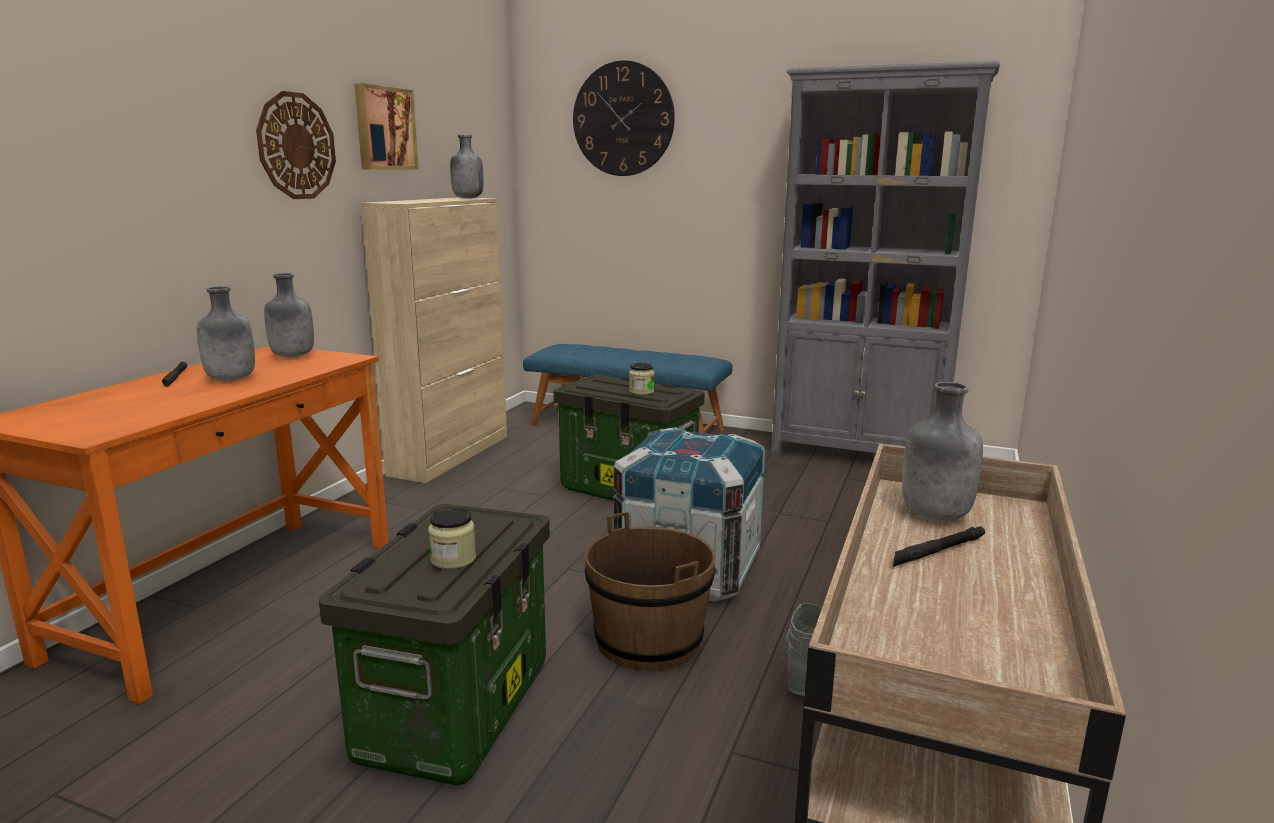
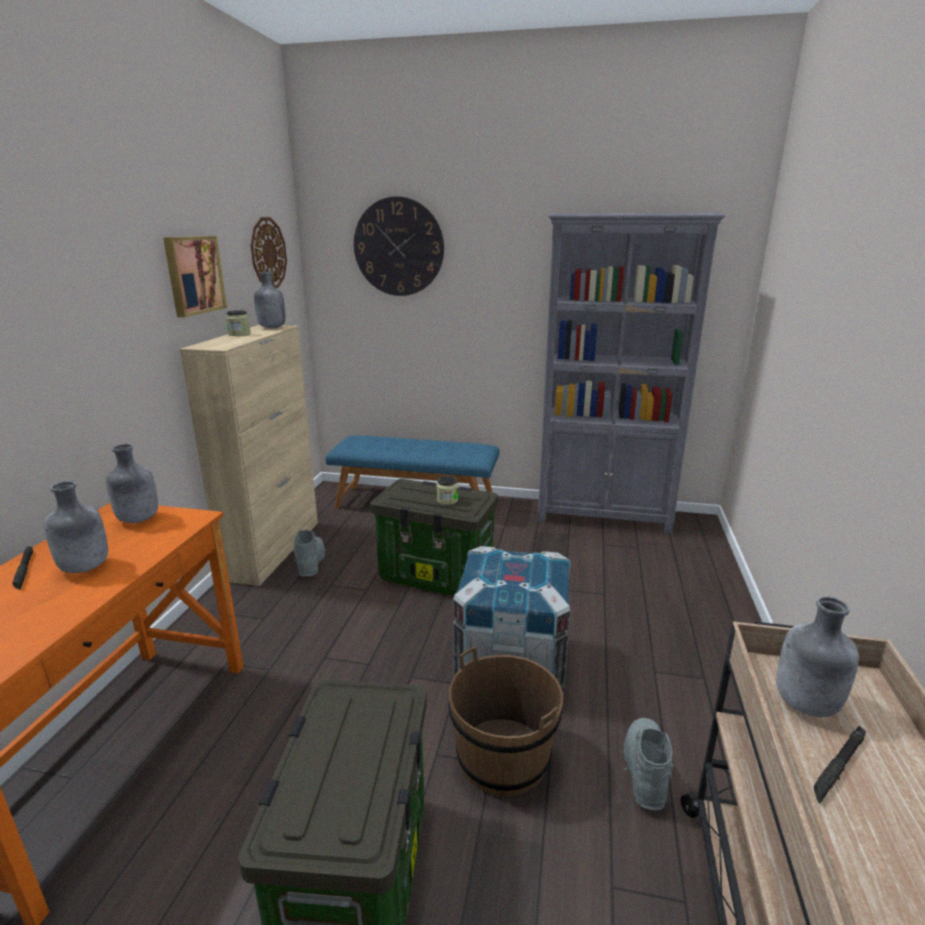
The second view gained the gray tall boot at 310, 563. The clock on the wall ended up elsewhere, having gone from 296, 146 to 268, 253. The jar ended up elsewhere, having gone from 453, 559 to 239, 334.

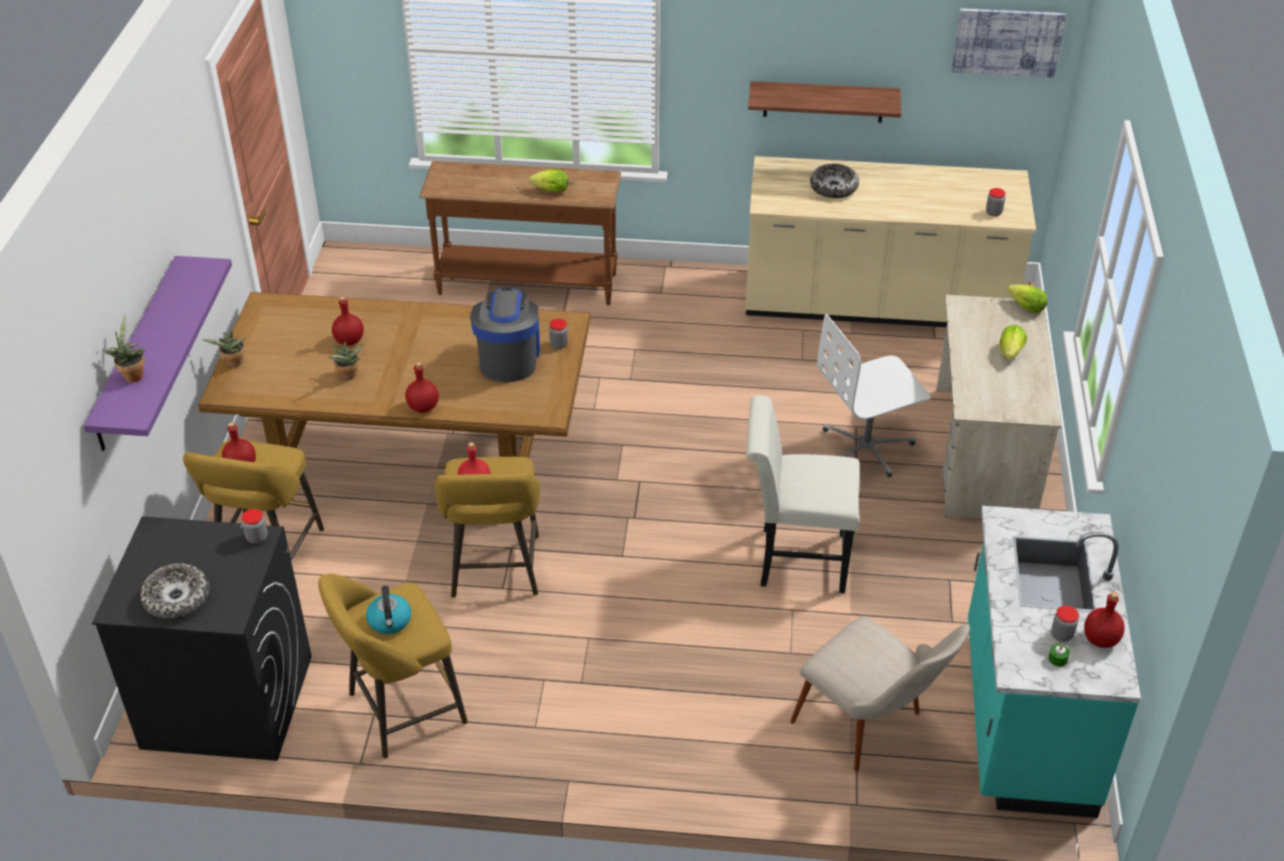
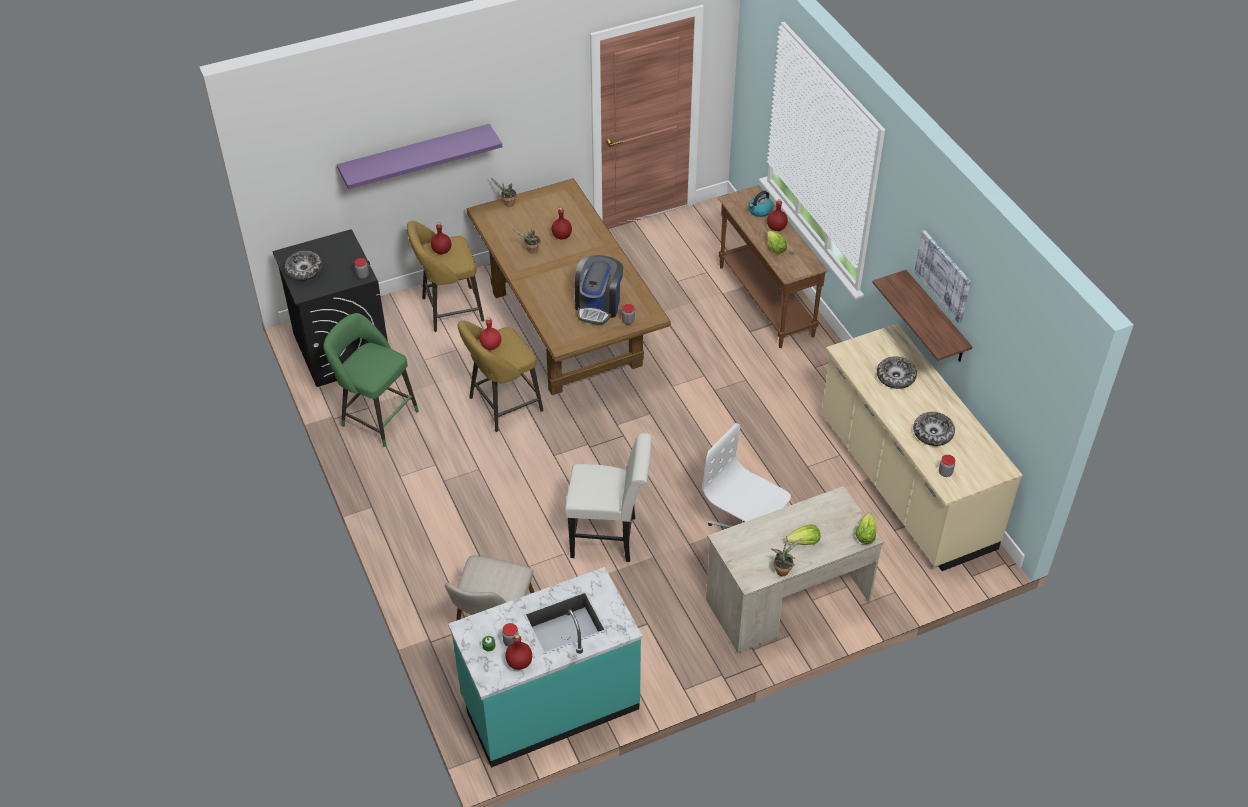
The second view gained the bowl at 933, 433. The houseplant ended up elsewhere, having gone from 132, 375 to 783, 570. The tea kettle ended up elsewhere, having gone from 390, 621 to 760, 211. The red bottle ended up elsewhere, having gone from 424, 407 to 776, 228. The picture ended up elsewhere, having gone from 1007, 42 to 943, 275. What was the yellow stool at 400, 711 turned into the green-coloured stool at 376, 417. The coffee machine at 508, 358 ended up facing another way, 135 degrees clockwise from before. The white chair at 794, 559 ended up facing another way, 120 degrees clockwise from before.

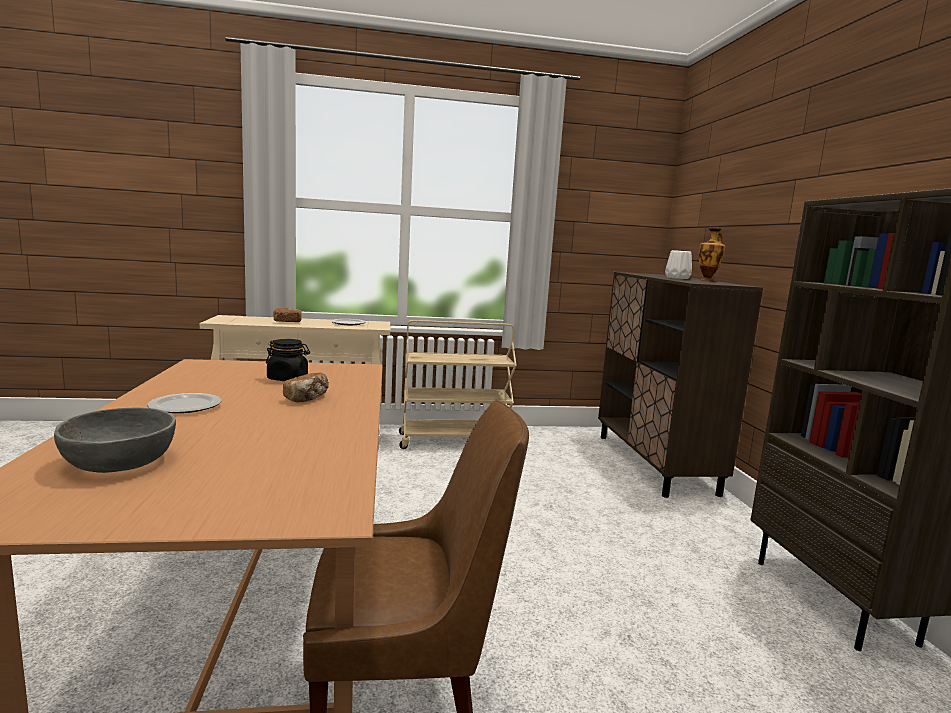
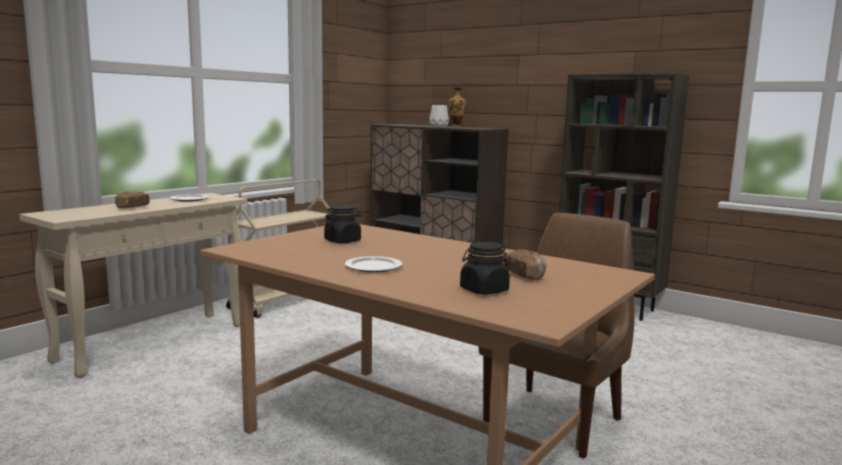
The bread ended up elsewhere, having gone from 307, 398 to 526, 276. Where the gray bowl stood at 120, 462, the black jar came to stand at 484, 290.

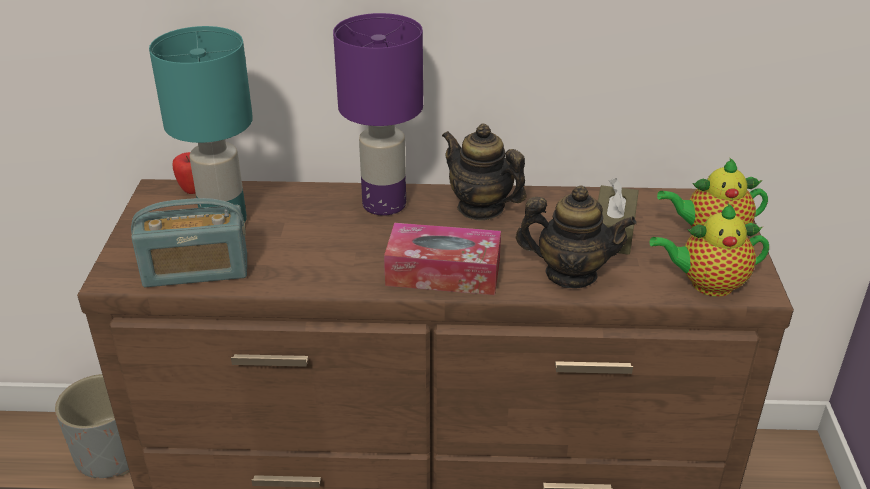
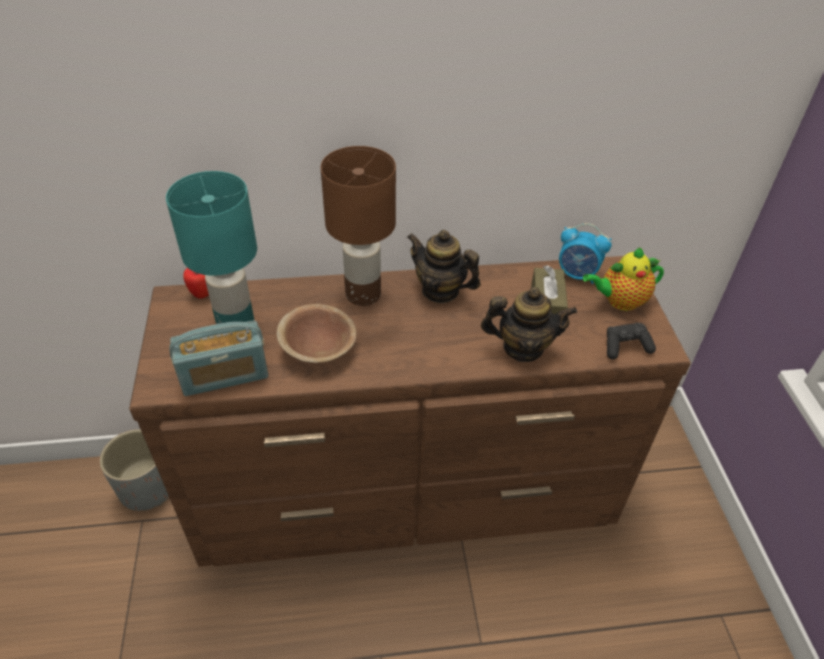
The second view lost the tissue box at 443, 273. The second view gained the brownish bowl at 318, 347. The second view gained the alarm clock at 577, 275. Where the pot for tea stood at 707, 284, the black game controller came to stand at 625, 347. What was the purplish lamp for a table at 384, 204 turned into the brownish lamp for a table at 363, 294.

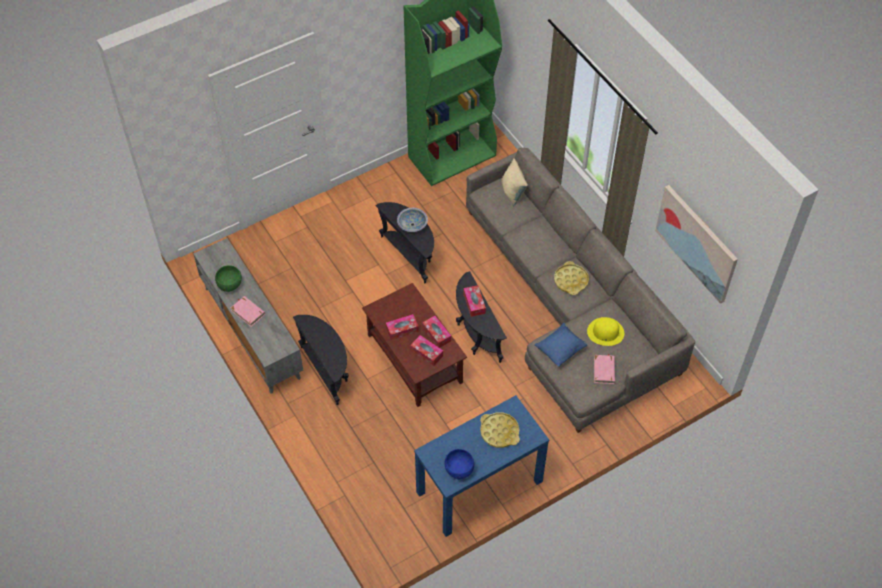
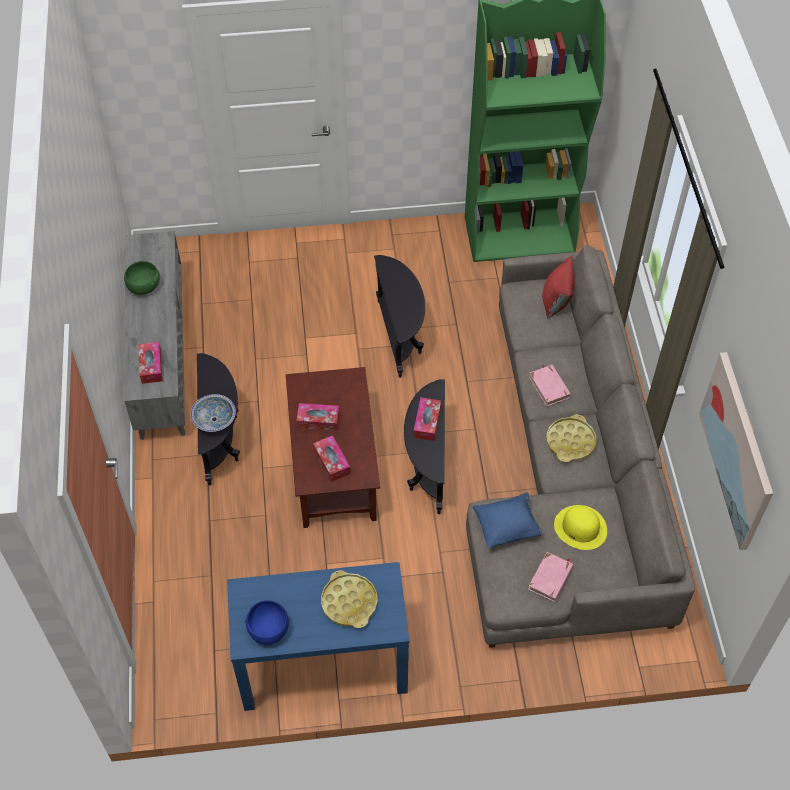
The pinkish volume ended up elsewhere, having gone from 248, 312 to 549, 387. The bowl ended up elsewhere, having gone from 412, 224 to 214, 419. The tissue box ended up elsewhere, having gone from 436, 334 to 151, 366. What was the beige throw pillow at 513, 192 turned into the red throw pillow at 556, 301.

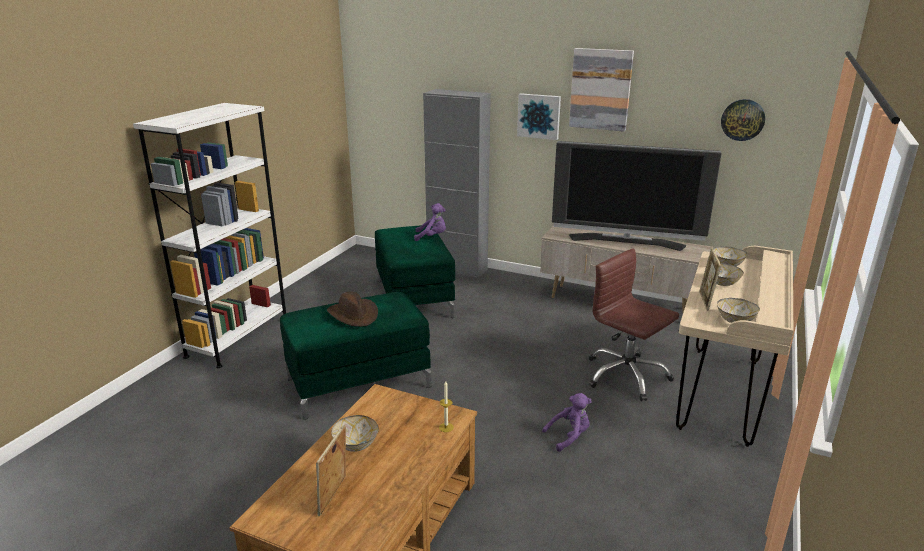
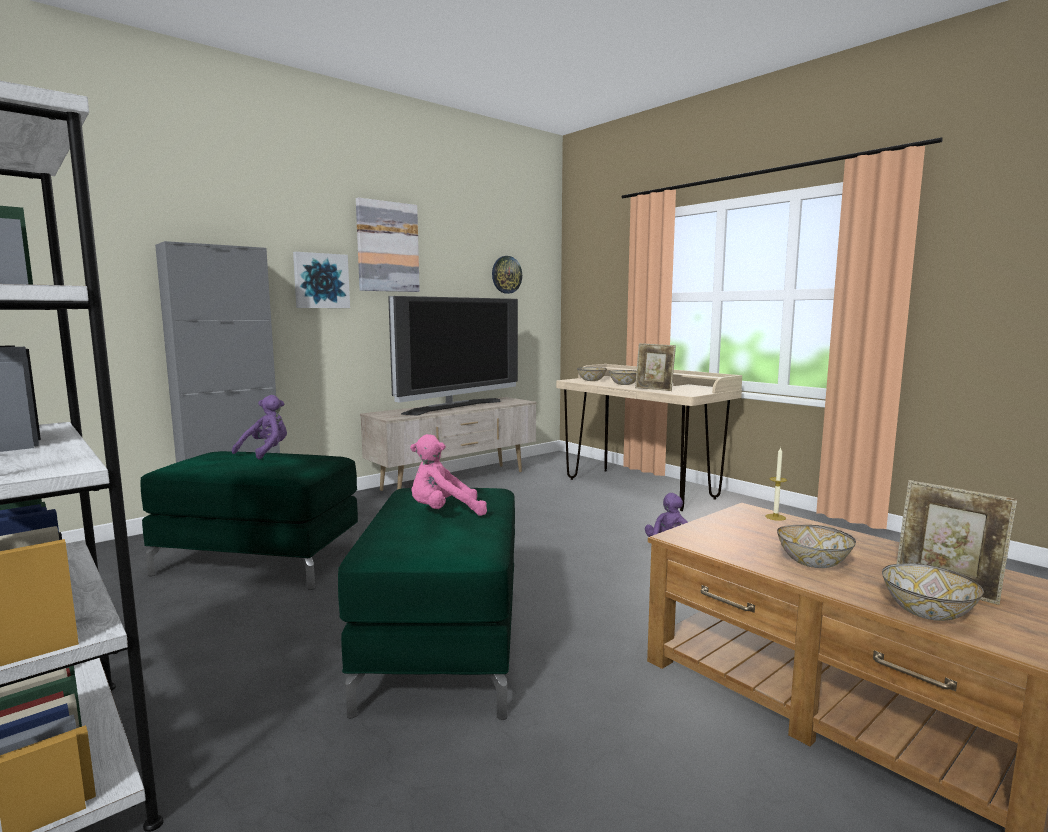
The second view lost the brownish desk chair at 626, 376. The bowl ended up elsewhere, having gone from 734, 320 to 926, 613. Where the brownish wearable hat stood at 354, 315, the pinkish cuddly toy came to stand at 444, 513.

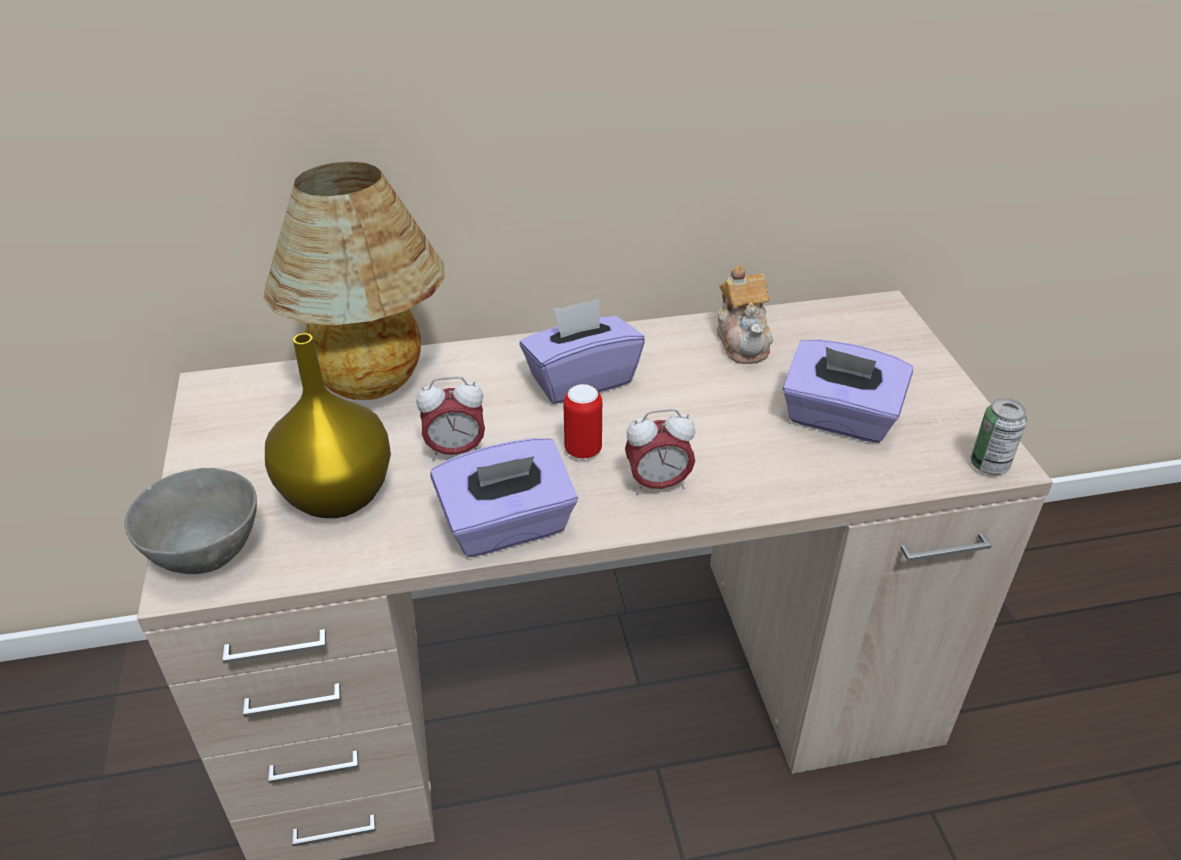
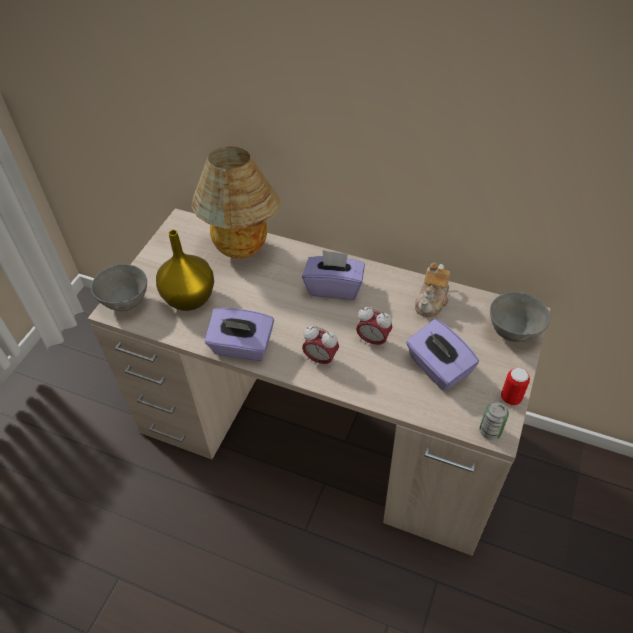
The second view gained the gray bowl at 513, 332. The alarm clock ended up elsewhere, having gone from 455, 451 to 373, 340. The sealed can ended up elsewhere, having gone from 583, 450 to 511, 398.

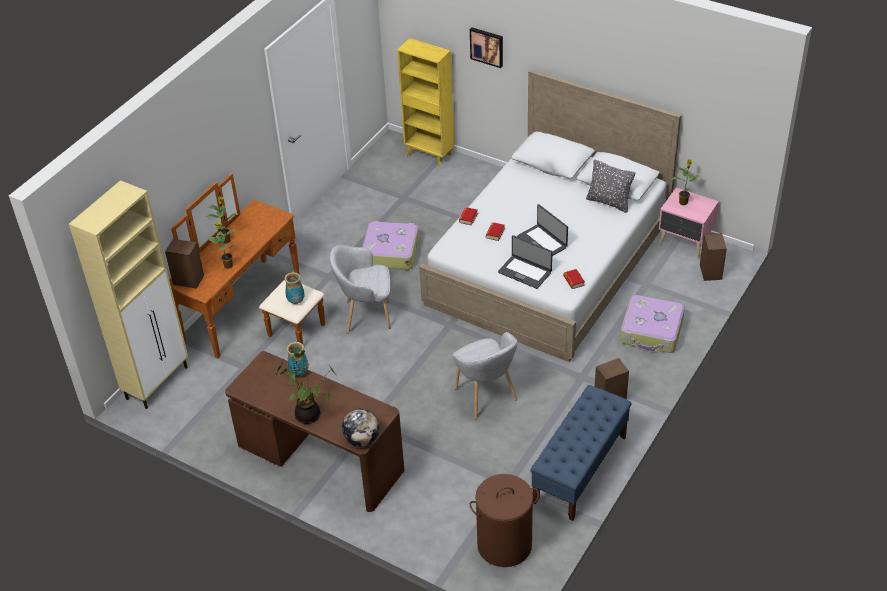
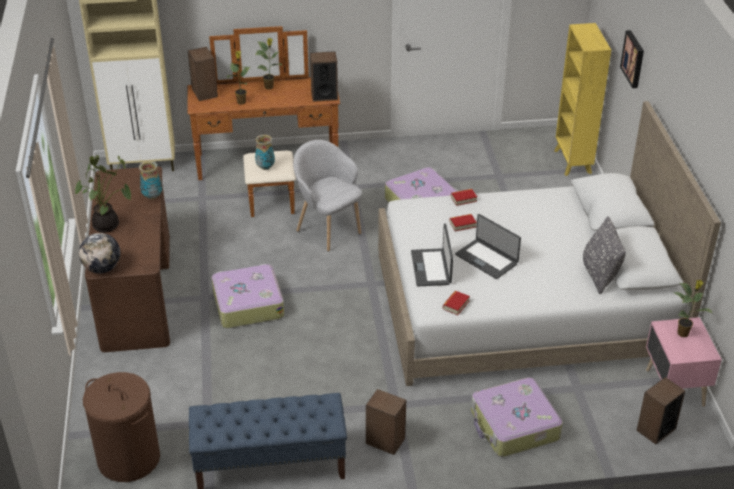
The second view lost the gray easy chair at 485, 396. The second view gained the piece of luggage at 247, 304. The second view gained the audio speaker at 324, 95. The notebook computer at 542, 242 ended up facing another way, 60 degrees counterclockwise from before.

